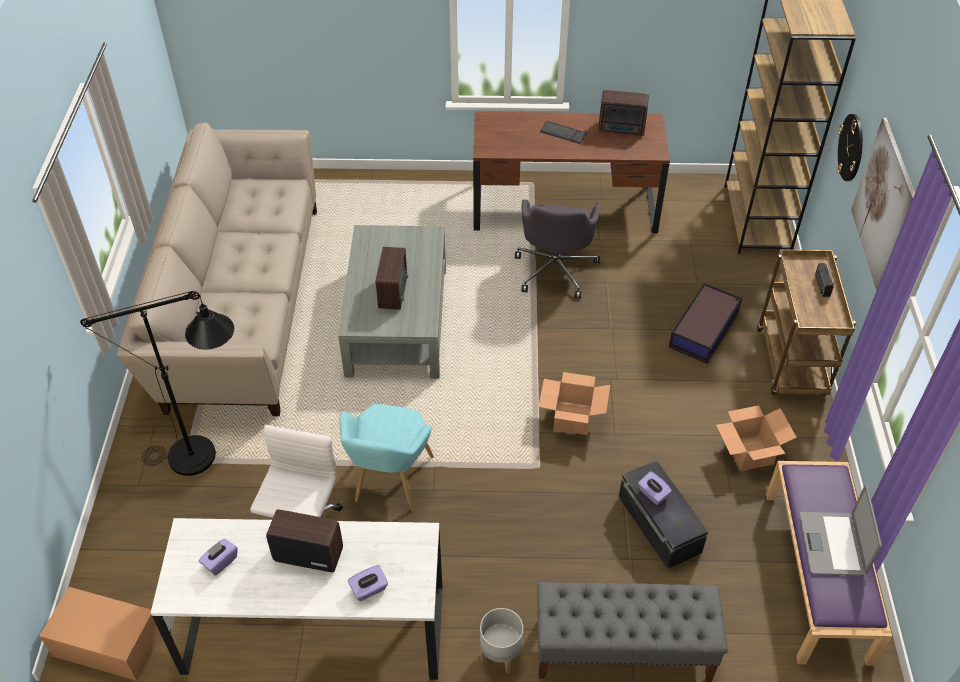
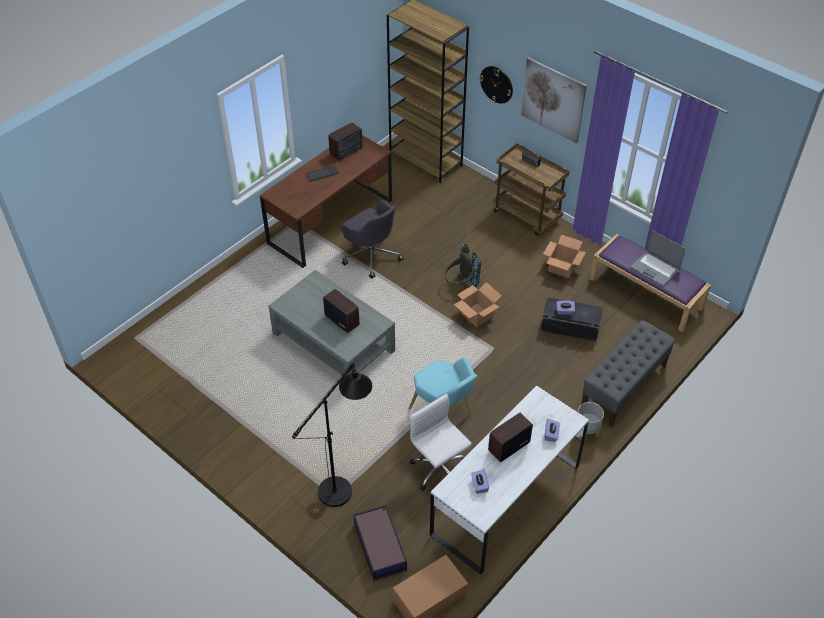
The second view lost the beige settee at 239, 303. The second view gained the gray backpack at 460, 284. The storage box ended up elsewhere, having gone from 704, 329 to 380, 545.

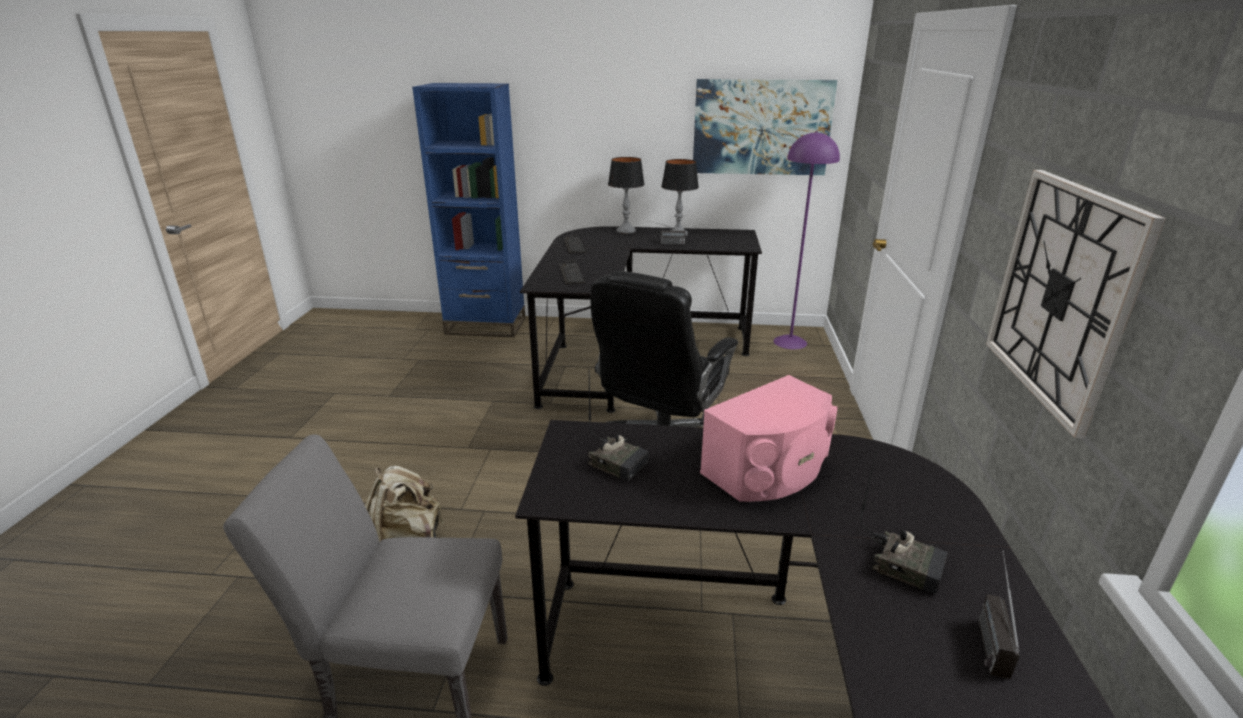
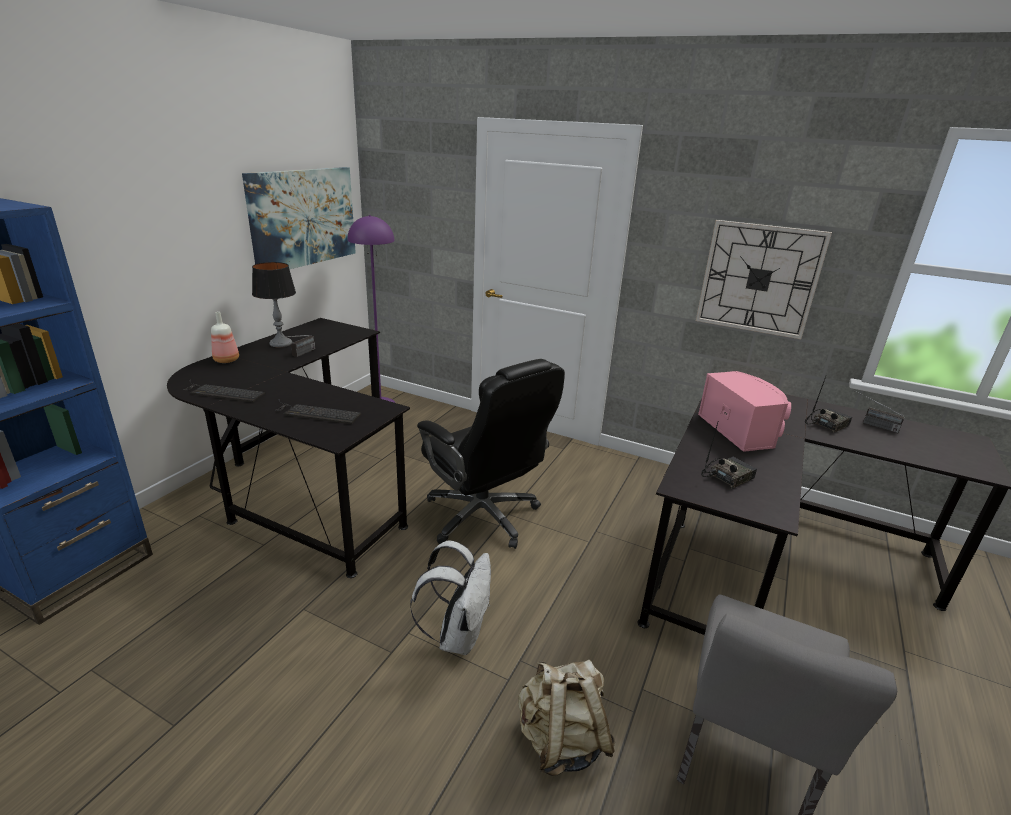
The second view gained the white backpack at 458, 635. Where the lamp for a table stood at 626, 231, the bottle came to stand at 226, 360.

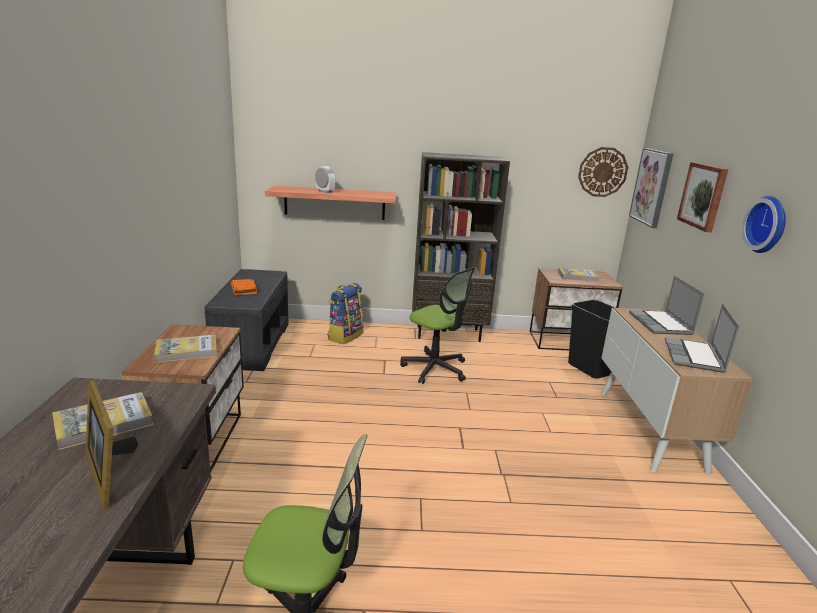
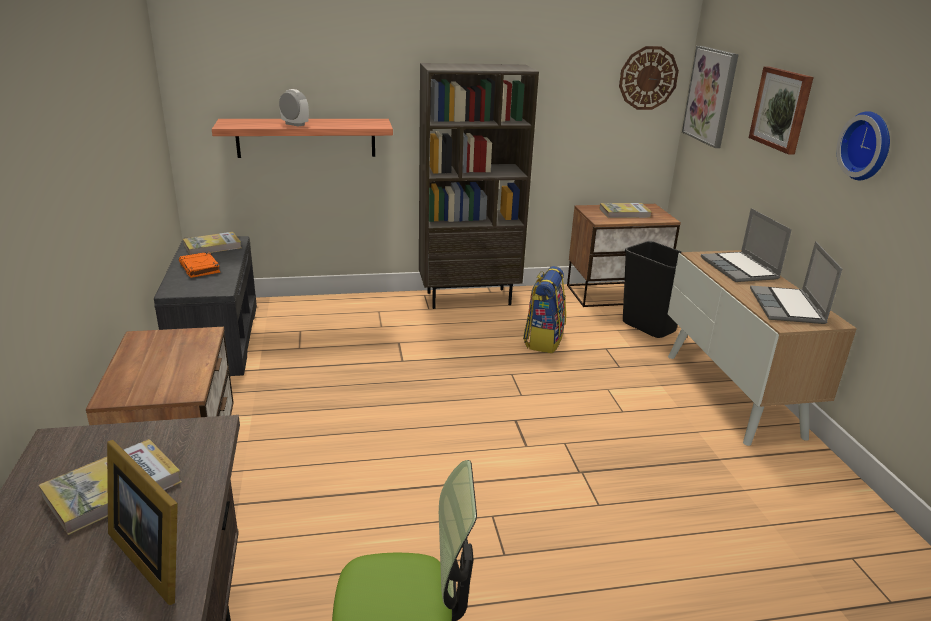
The second view lost the desk chair at 435, 368. The volume ended up elsewhere, having gone from 186, 351 to 212, 246. The backpack ended up elsewhere, having gone from 345, 336 to 543, 340.

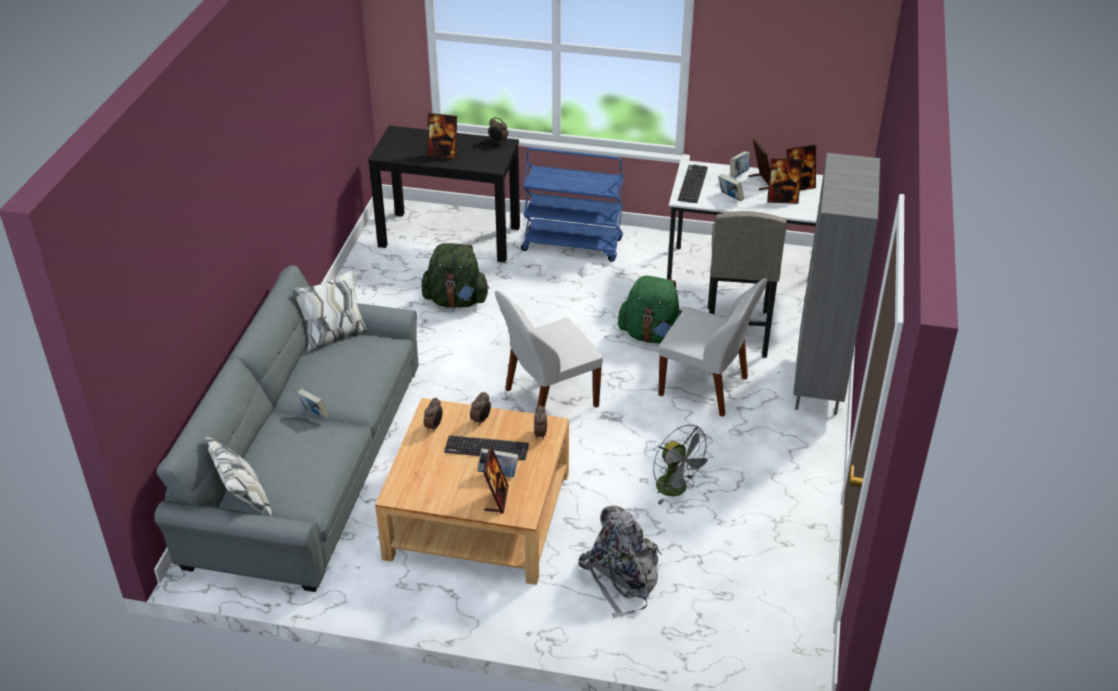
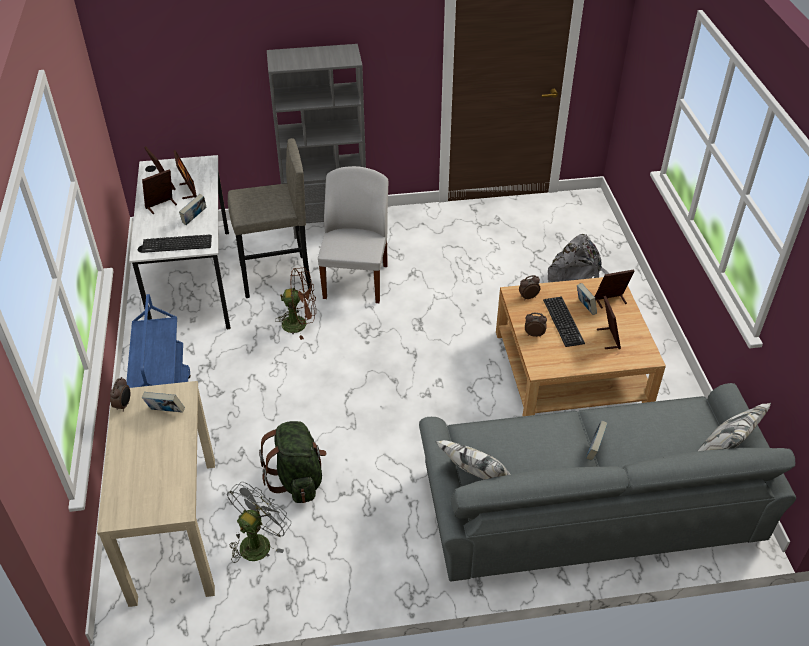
The second view lost the alarm clock at 434, 426. The second view lost the white chair at 548, 398. The photo frame ended up elsewhere, having gone from 443, 154 to 608, 338. The gray fan ended up elsewhere, having gone from 677, 489 to 258, 541. The volume ended up elsewhere, having gone from 738, 174 to 166, 412. Where the green-coloured backpack stood at 652, 335, the brownish fan came to stand at 300, 324. What was the black narrow table at 450, 236 turned into the beige narrow table at 174, 528.

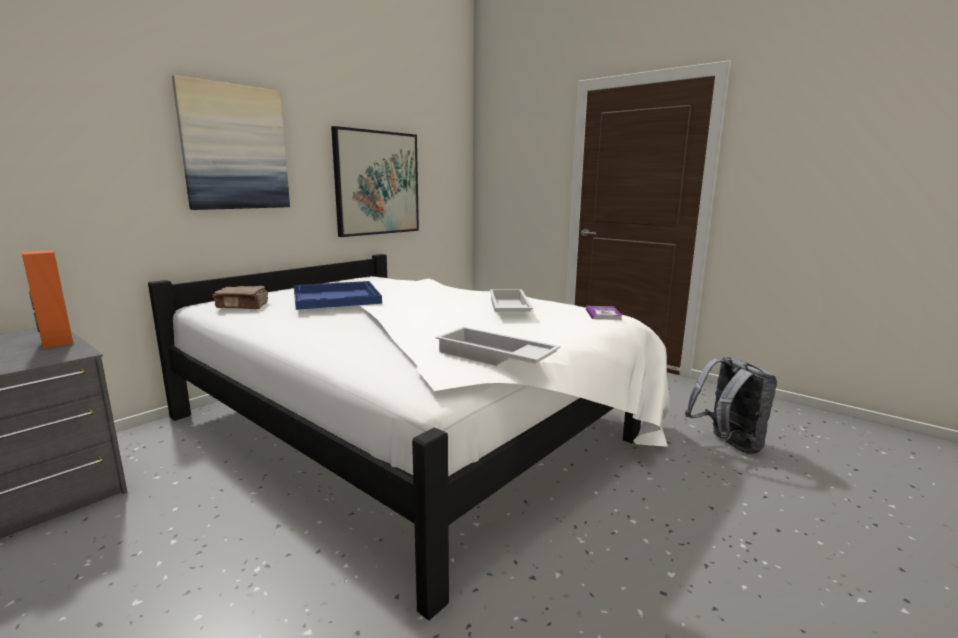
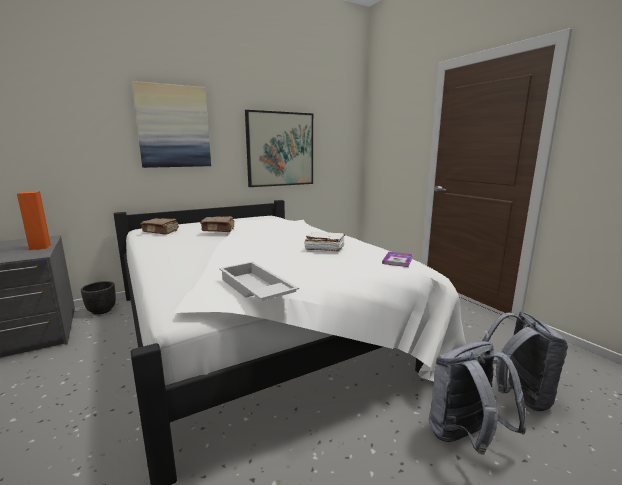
The second view gained the black planter at 101, 311. The second view gained the gray backpack at 465, 438. Where the blue carrying tray stood at 337, 297, the brownish volume came to stand at 218, 230. Where the white carrying tray stood at 508, 309, the white volume came to stand at 324, 248.

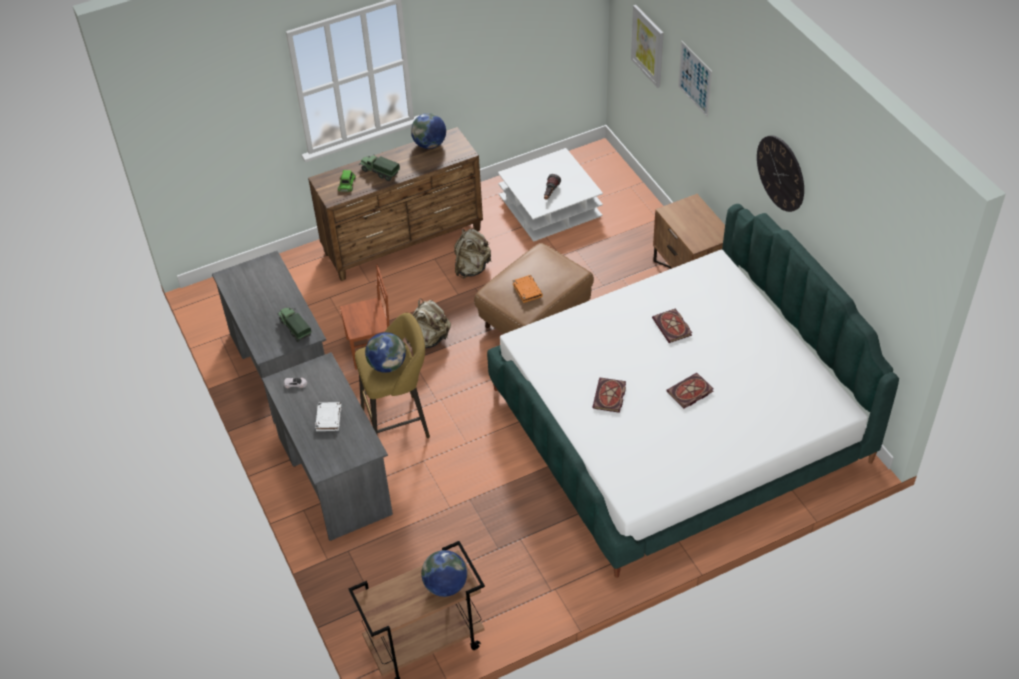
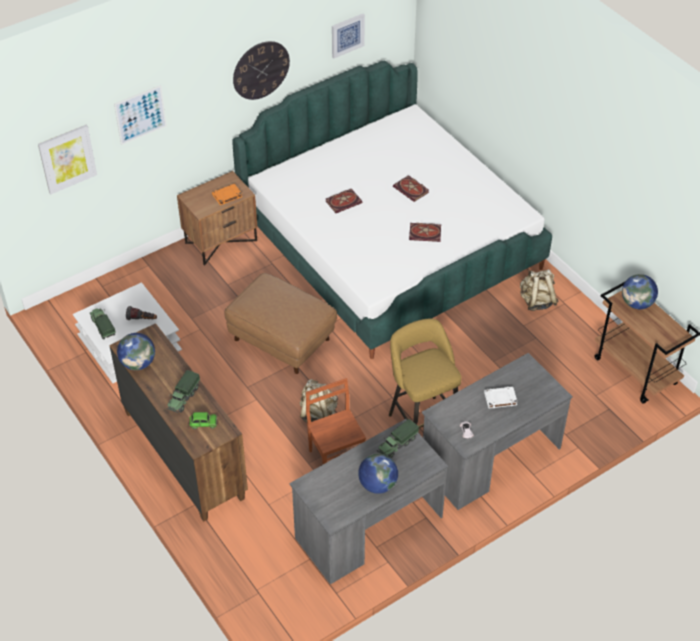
The second view gained the toy truck at 103, 327. The second view gained the picture at 347, 35. The globe ended up elsewhere, having gone from 387, 365 to 377, 484. The beige backpack ended up elsewhere, having gone from 472, 268 to 536, 301. The orangey volume ended up elsewhere, having gone from 527, 290 to 227, 196.

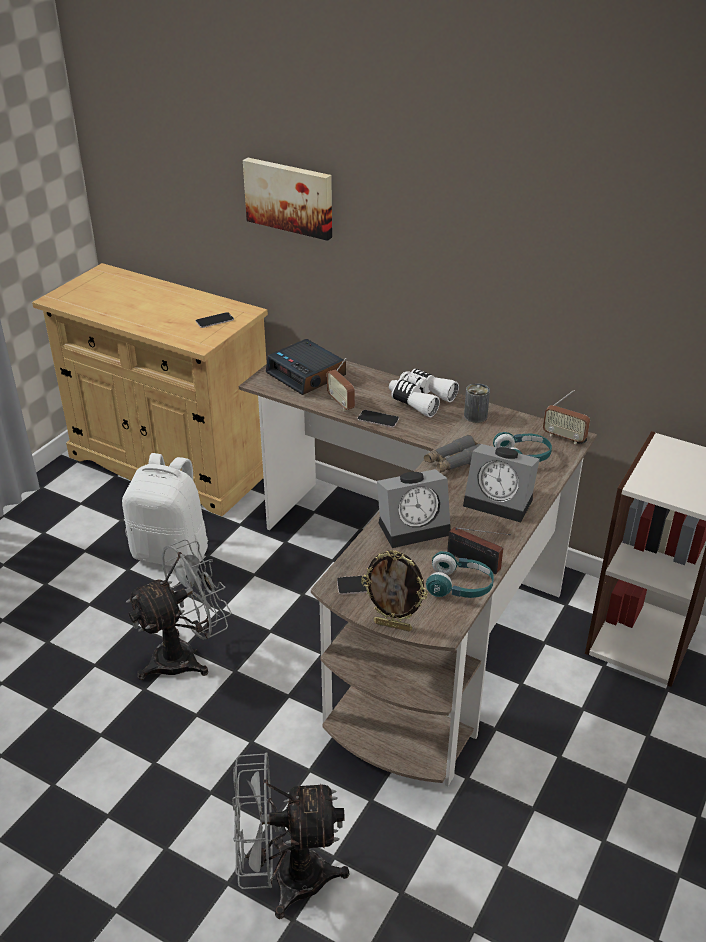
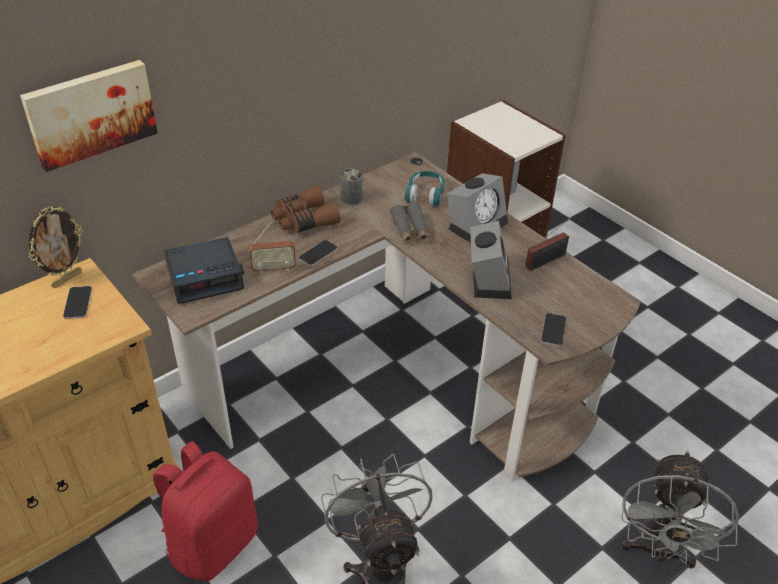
The second view lost the turquoise pair of headphones at 459, 586. The second view lost the radio set at 564, 437. The photo frame ended up elsewhere, having gone from 393, 625 to 66, 279. What was the white backpack at 172, 551 turned into the red backpack at 213, 543. What was the white binoculars at 420, 399 turned into the brownish binoculars at 303, 220.

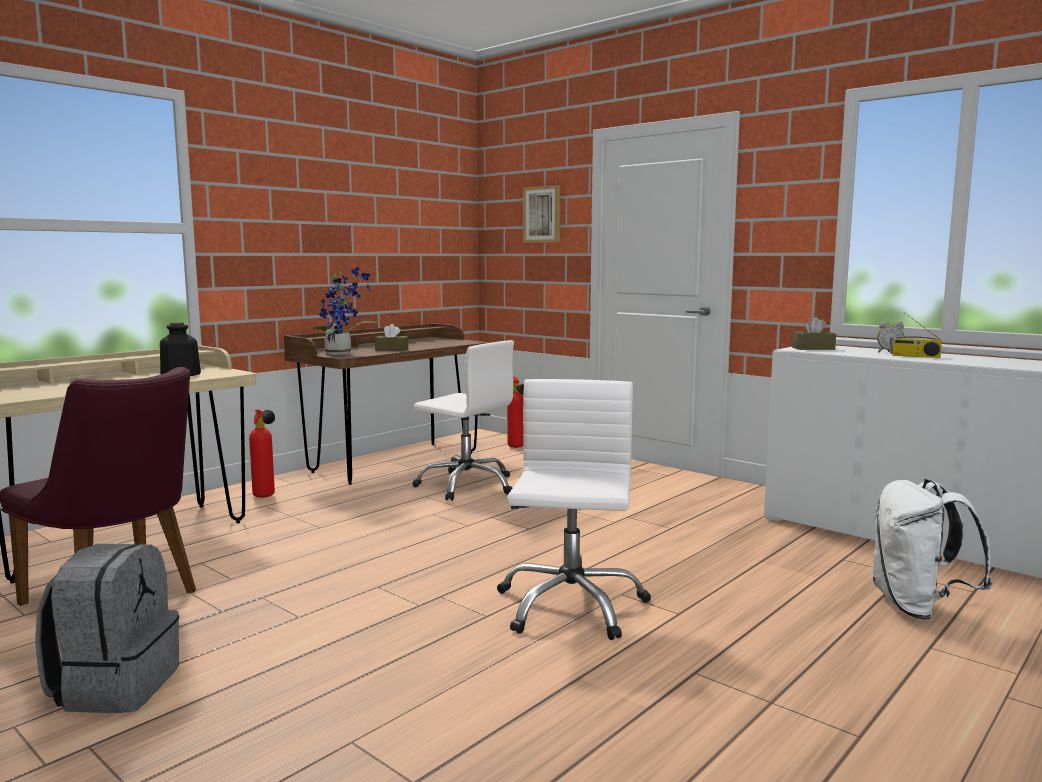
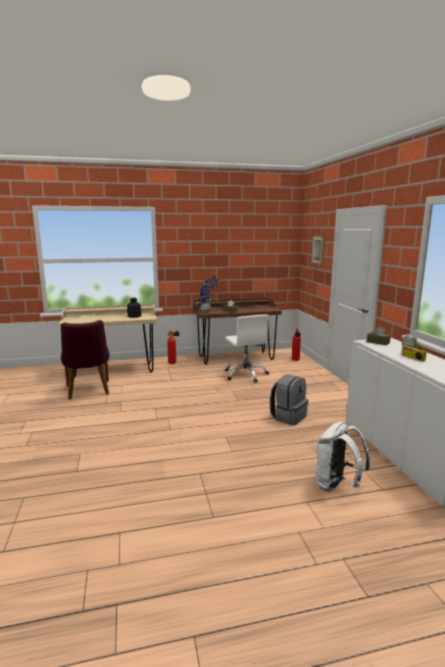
The second view lost the white desk chair at 570, 606. The gray backpack ended up elsewhere, having gone from 115, 686 to 288, 417.

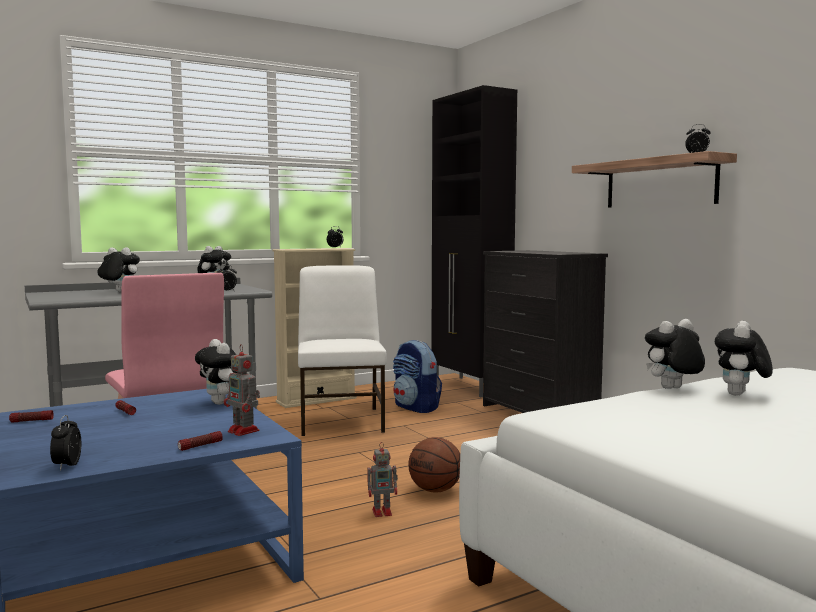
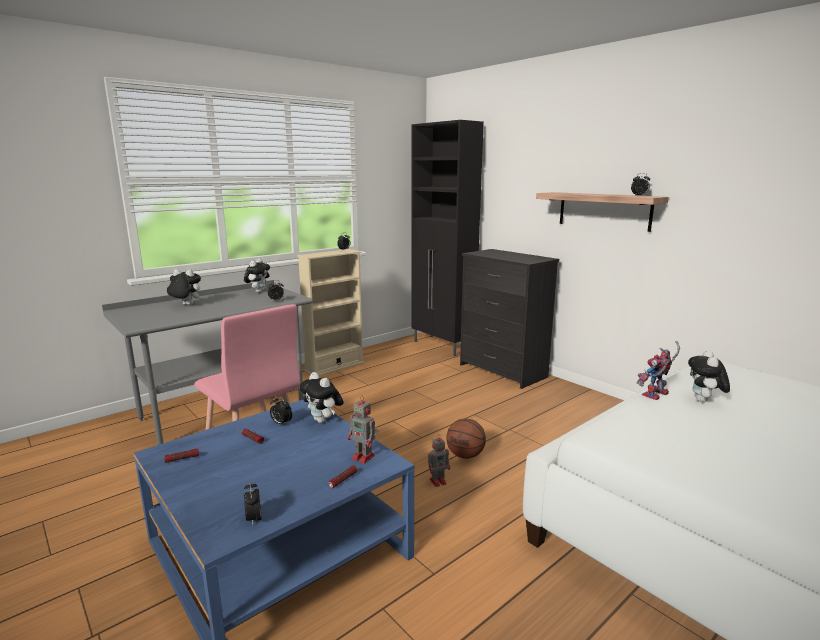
The second view lost the white chair at 342, 420. The second view lost the backpack at 416, 408. The second view gained the alarm clock at 281, 423. Where the cuddly toy stood at 672, 389, the model robot came to stand at 655, 396.

